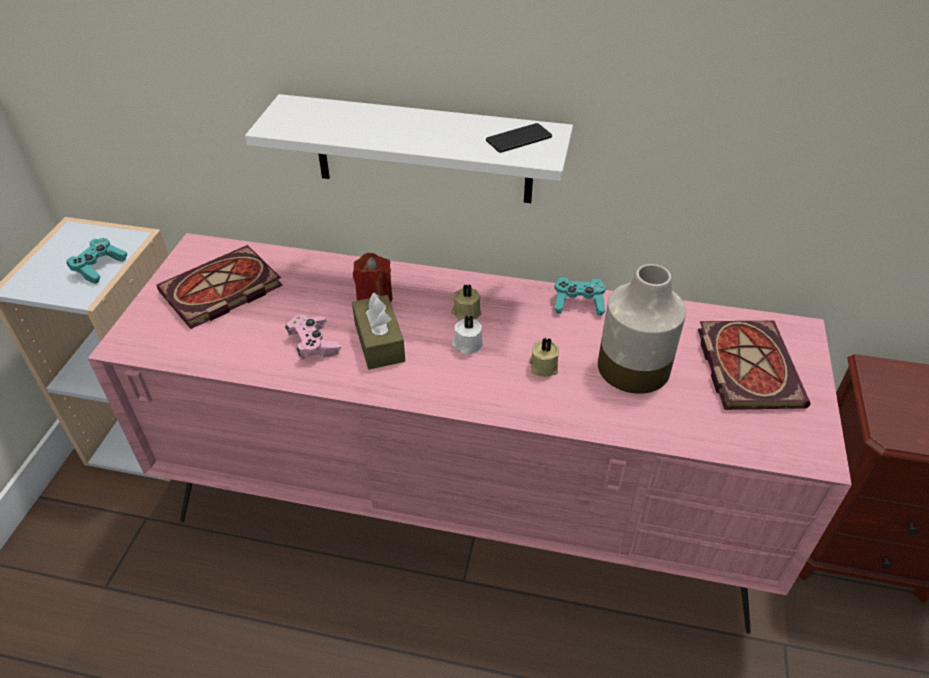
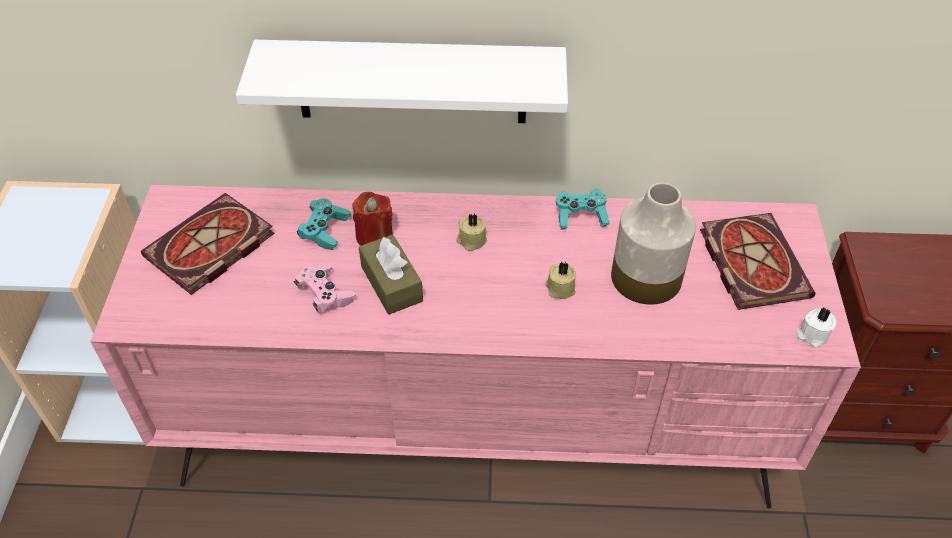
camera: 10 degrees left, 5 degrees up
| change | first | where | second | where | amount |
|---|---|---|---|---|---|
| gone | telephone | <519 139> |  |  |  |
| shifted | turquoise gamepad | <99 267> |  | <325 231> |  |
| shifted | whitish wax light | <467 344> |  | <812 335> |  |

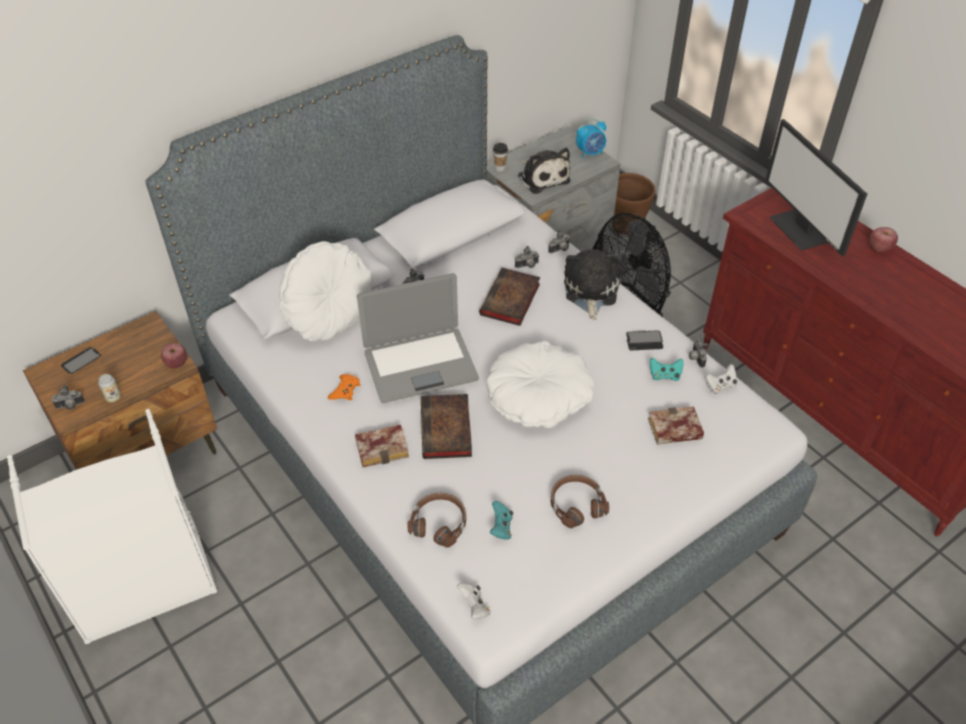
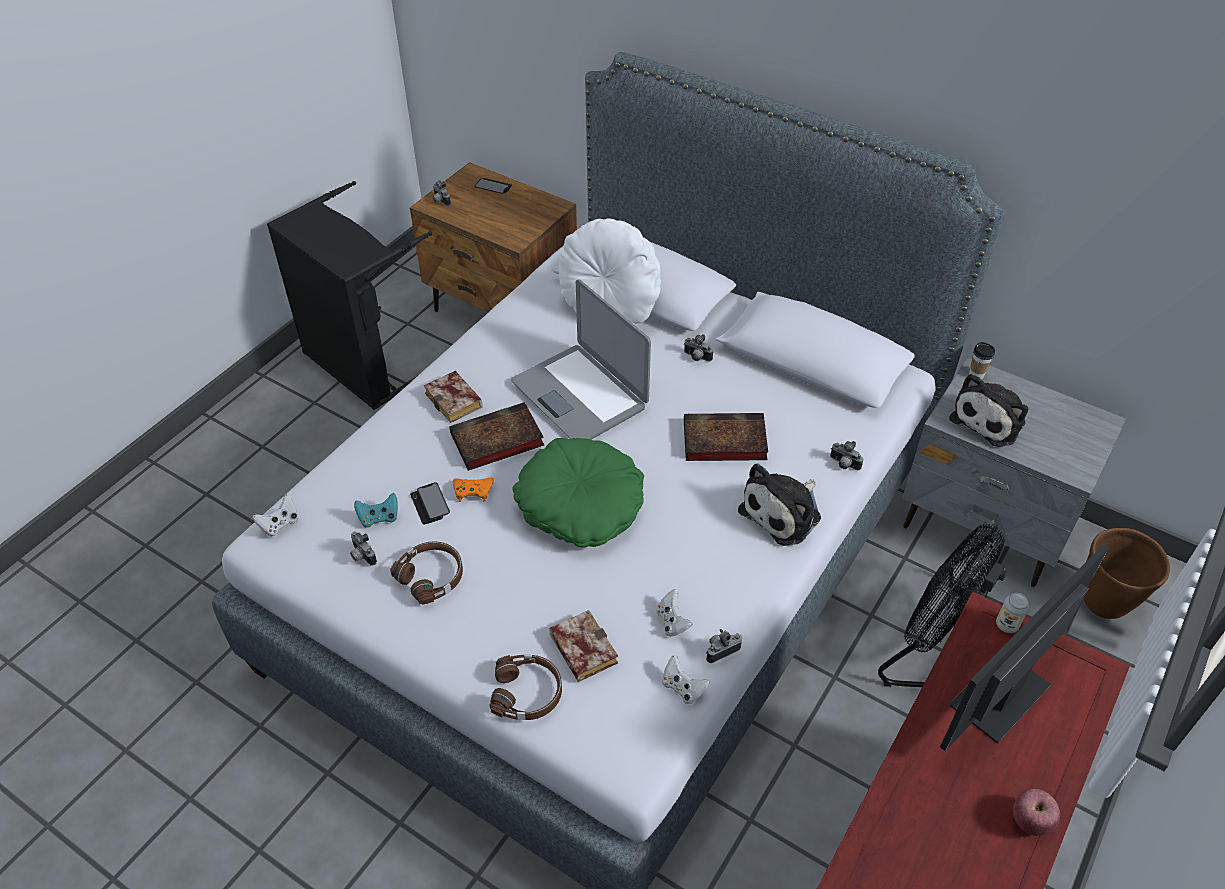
camera: 70 degrees right, 0 degrees up
| change | first | where | second | where | amount |
|---|---|---|---|---|---|
| gone | table clock | <590 153> |  |  |  |
| shifted | photo camera | <527 266> |  | <362 556> |  |
| rotated | plush toy | <590 292> |  | <783 512> | 150 degrees clockwise |
| shifted | telephone | <644 341> |  | <430 504> |  |
| repainted | whitish cushion | <537 394> | green cushion | <582 503> |  |
| gone | apple fruit | <177 363> |  |  |  |
| repainted | turquoise gamepad | <665 375> | whitish gamepad | <672 622> |  |
| shifted | sealed can | <113 397> |  | <1007 625> |  |
| shifted | orangey gamepad | <345 390> |  | <473 491> |  |
| repainted | whitish washing basket | <145 589> | black-coloured washing basket | <364 365> |  |
| shifted | brown pair of headphones | <439 523> |  | <528 693> |  |

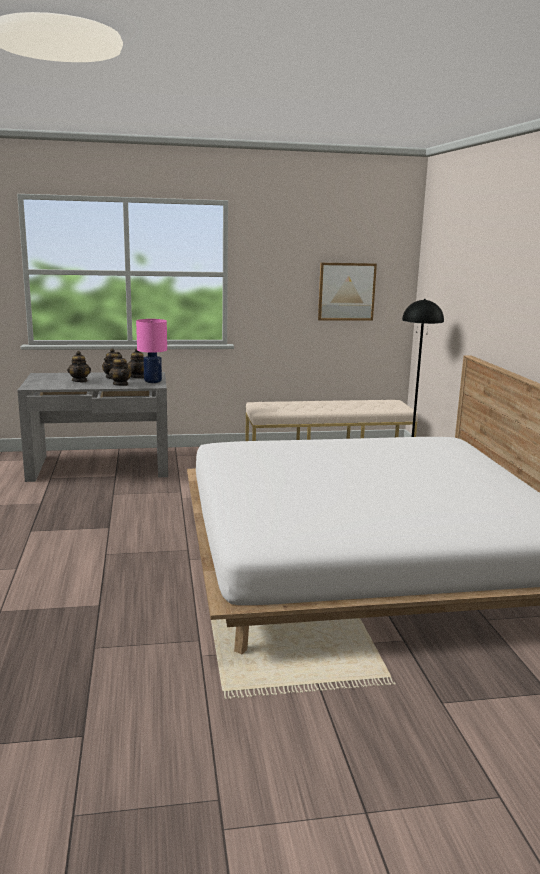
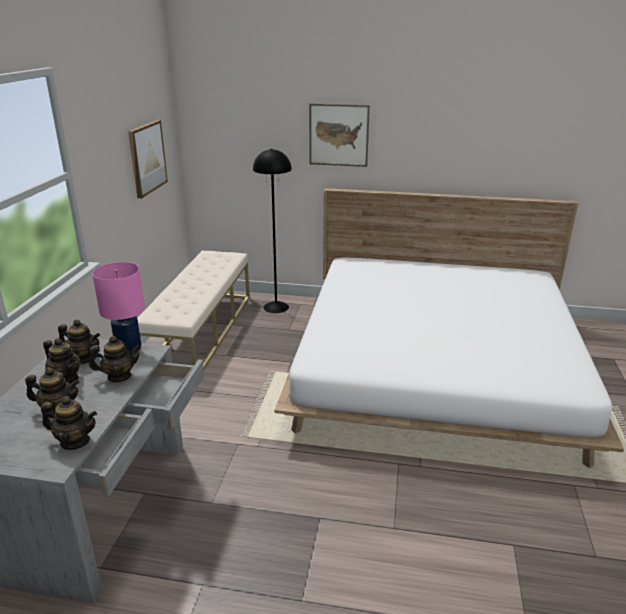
camera: 70 degrees left, 10 degrees up
| change | first | where | second | where | amount |
|---|---|---|---|---|---|
| new |  |  | picture | <338 135> |  |
| new |  |  | pot for tea | <75 441> |  |

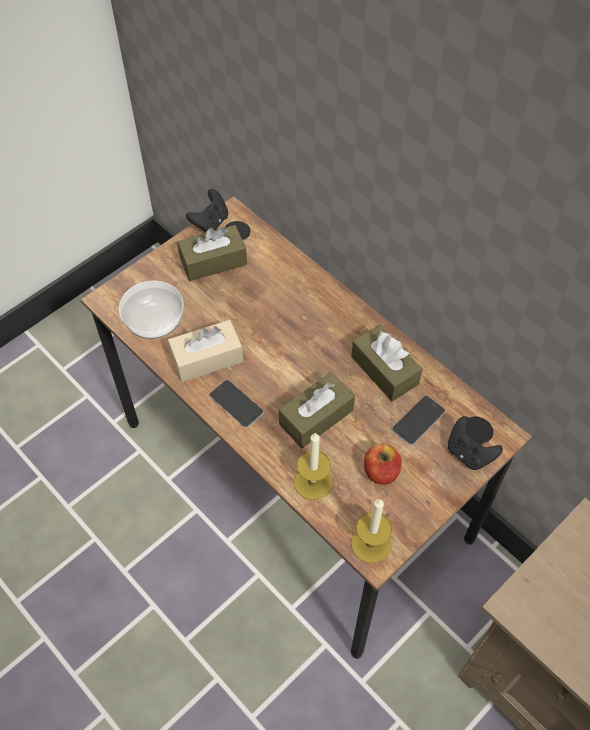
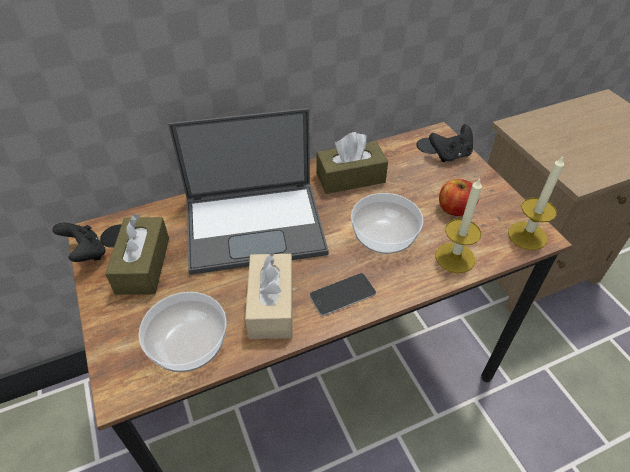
camera: 70 degrees left, 10 degrees down
| change | first | where | second | where | amount |
|---|---|---|---|---|---|
| swapped | brown tissue holder | <316 417> | deep dish | <383 236> |  |
| gone | telephone | <418 420> |  |  |  |
| new |  |  | laptop | <256 225> |  |

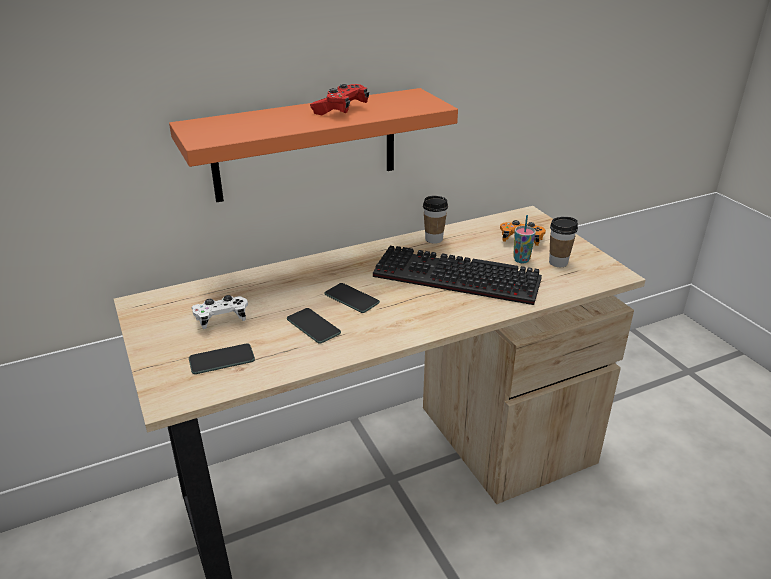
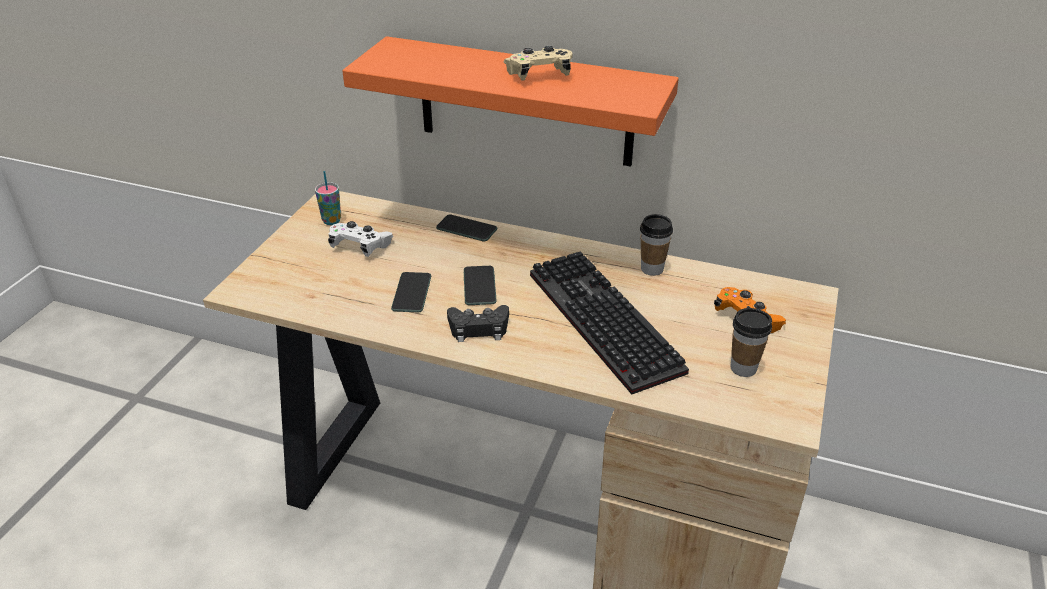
camera: 45 degrees right, 5 degrees up
| change | first | where | second | where | amount |
|---|---|---|---|---|---|
| repainted | red gamepad | <341 110> | sand-coloured gamepad | <539 75> |  |
| shifted | cup | <521 260> |  | <331 221> |  |
| shifted | telephone | <222 359> |  | <466 229> |  |
| new |  |  | black-coloured gamepad | <478 328> |  |

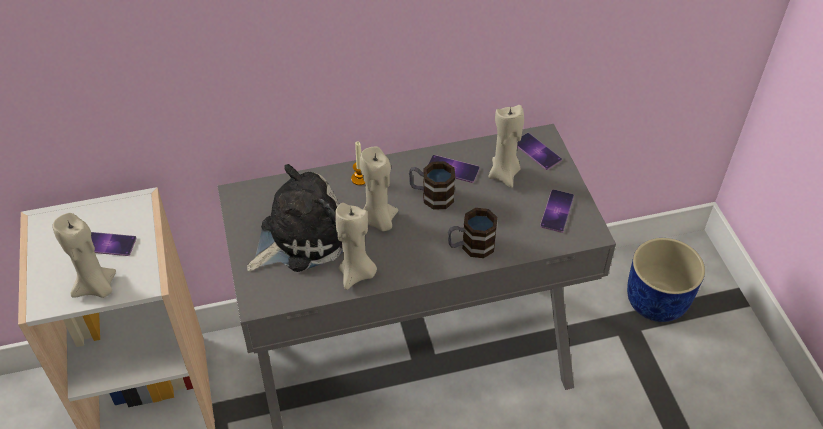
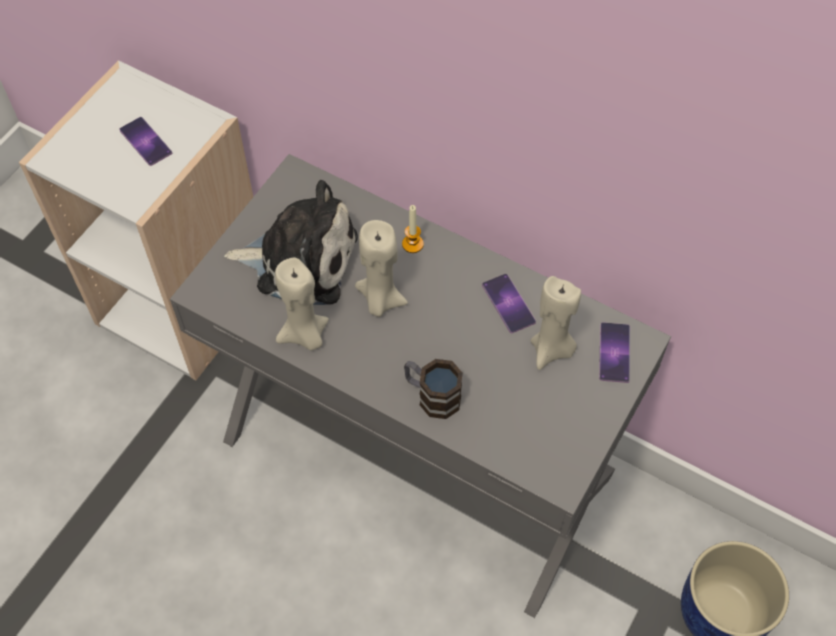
camera: 45 degrees right, 10 degrees up
| change | first | where | second | where | amount |
|---|---|---|---|---|---|
| gone | coffee mug | <431 196> |  |  |  |
| gone | telephone | <557 211> |  |  |  |
| gone | sand-coloured wax light | <97 288> |  |  |  |

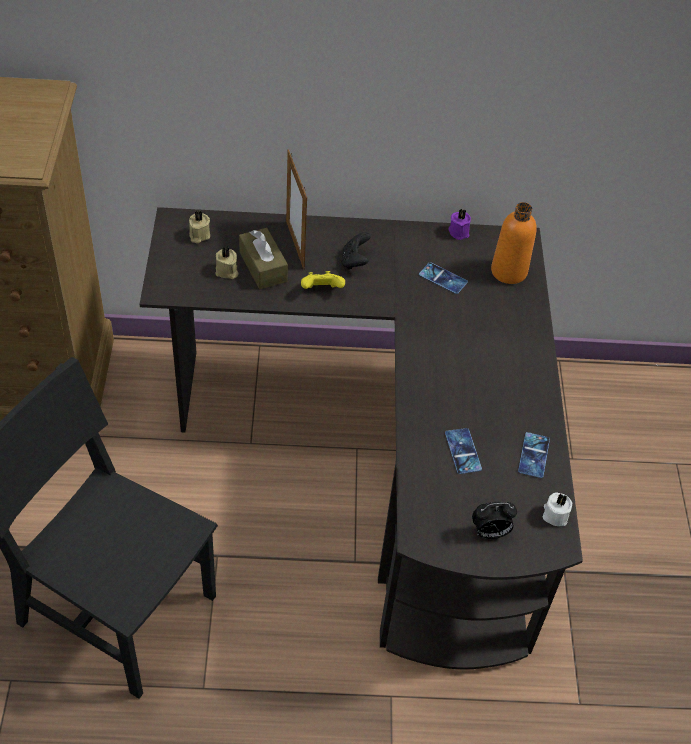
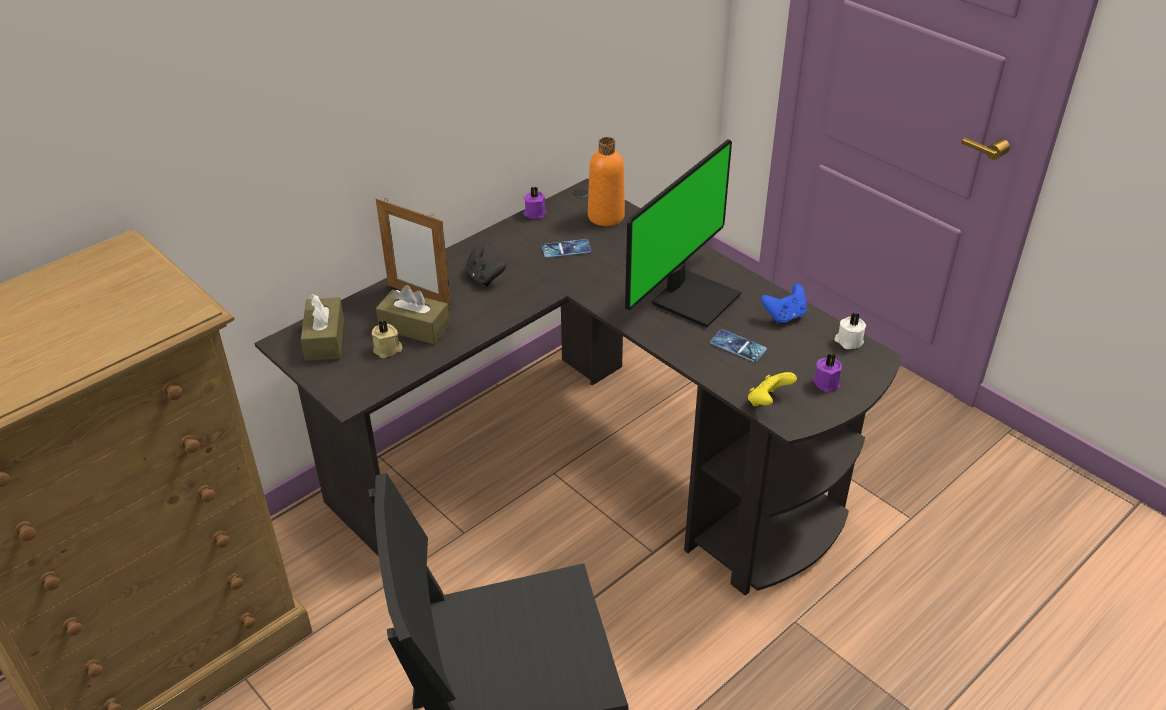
camera: 40 degrees left, 10 degrees down
| change | first | where | second | where | amount |
|---|---|---|---|---|---|
| swapped | sand-coloured wax light | <198 235> | brown tissue holder | <325 339> |  |
| shifted | yellowish gamepad | <321 291> |  | <768 401> |  |
| swapped | telephone | <533 455> | bluish gamepad | <784 316> |  |
| swapped | table clock | <490 532> | purple-coloured wax light | <827 382> |  |
| new |  |  | monitor | <693 297> |  |

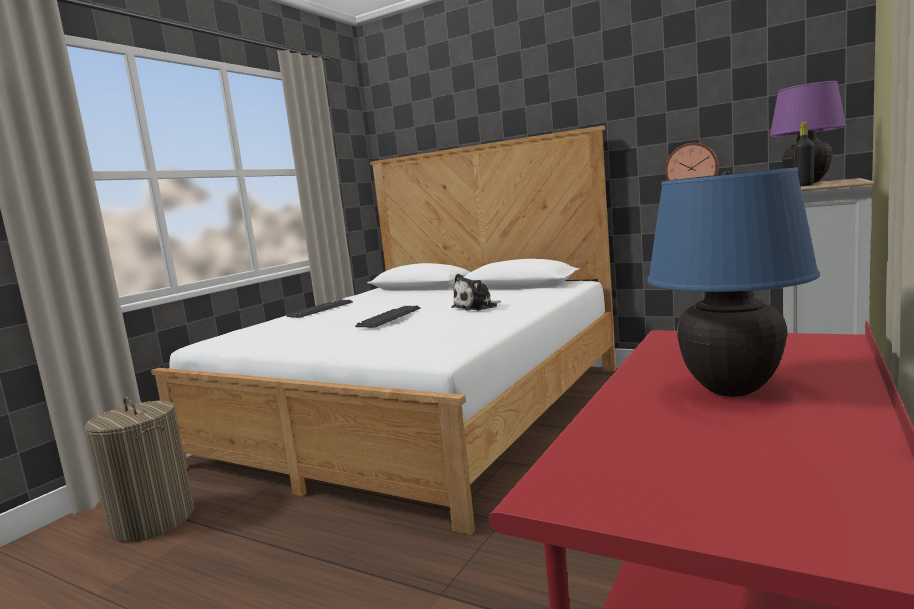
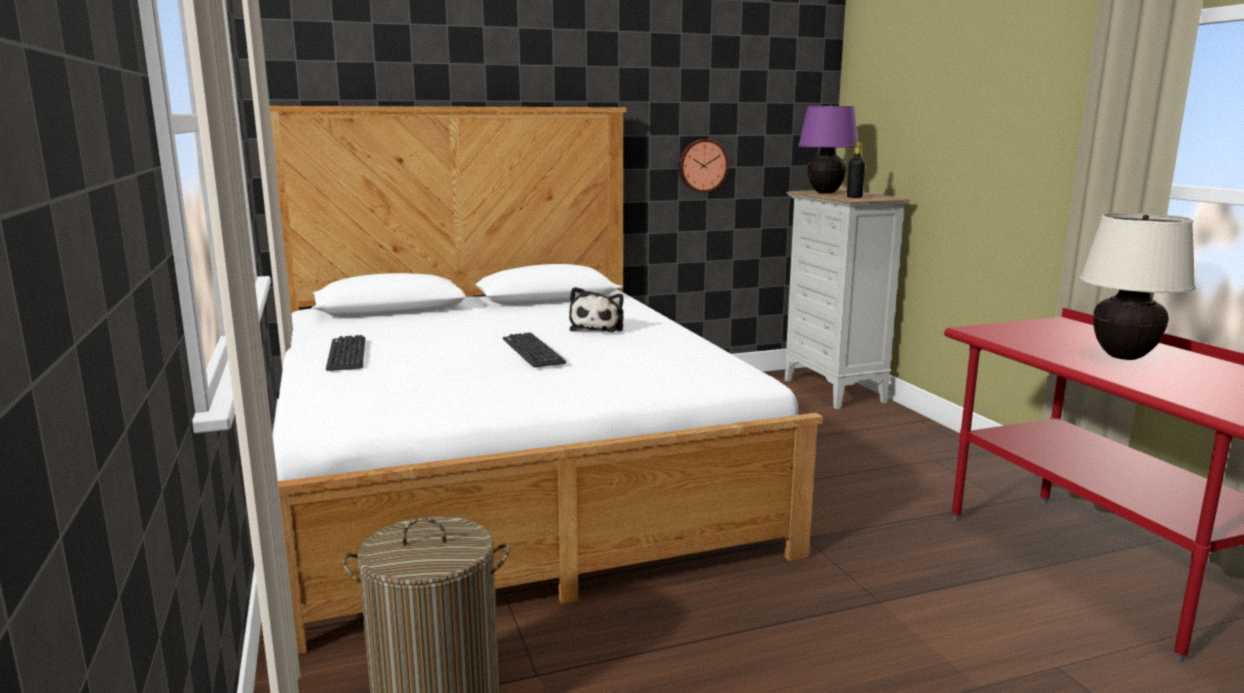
camera: 50 degrees left, 5 degrees up
| change | first | where | second | where | amount |
|---|---|---|---|---|---|
| repainted | bluish lamp for a table | <730 390> | sand-coloured lamp for a table | <1123 356> |  |

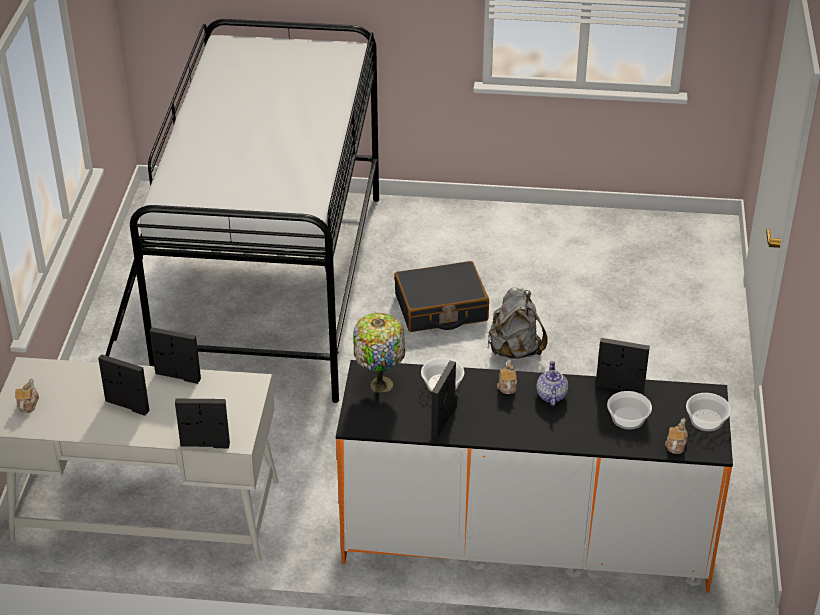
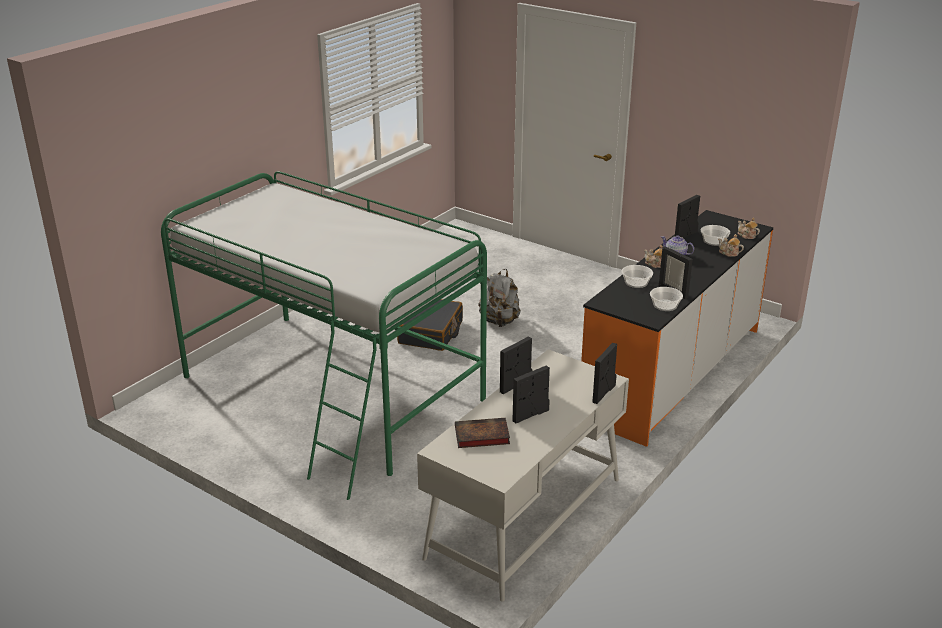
camera: 60 degrees left, 10 degrees down
| change | first | where | second | where | amount |
|---|---|---|---|---|---|
| repainted | black-coloured bedroom bed | <269 290> | green bedroom bed | <332 391> |  |
| gone | lamp for a table | <380 383> |  |  |  |
| shifted | pot for tea | <27 404> |  | <729 253> |  |
| shifted | deep dish | <706 420> |  | <665 305> |  |
| new |  |  | book | <480 436> |  |

